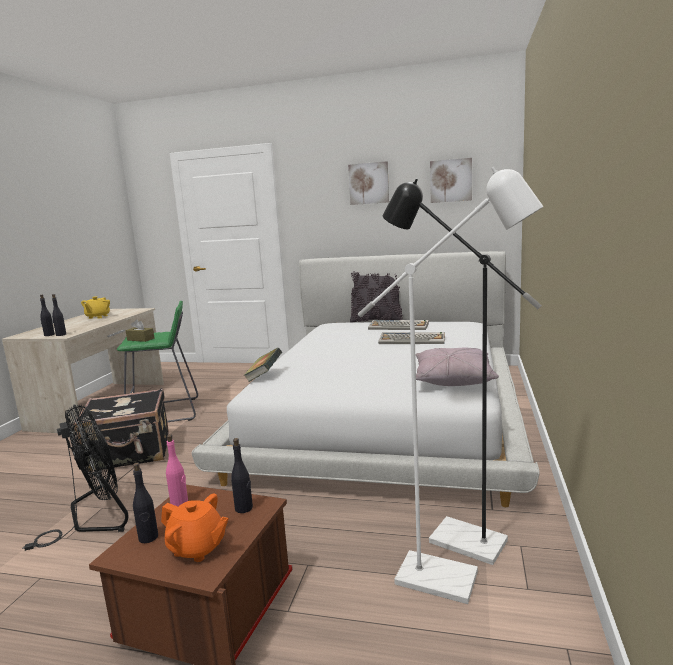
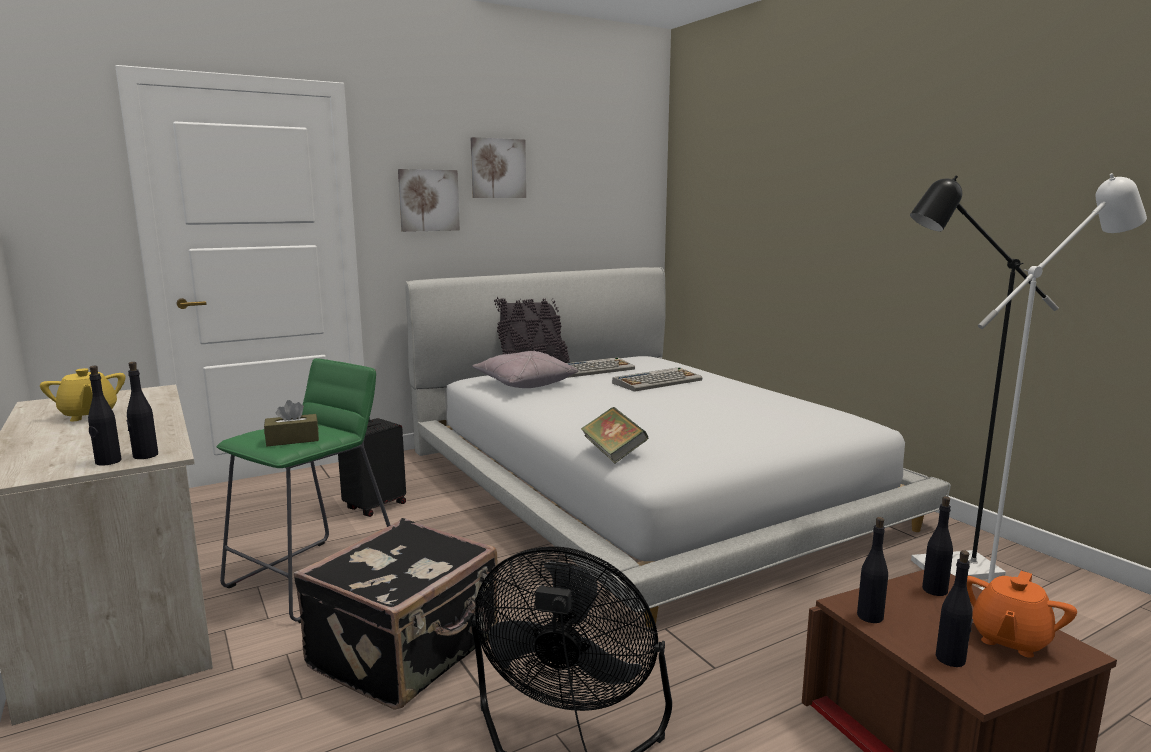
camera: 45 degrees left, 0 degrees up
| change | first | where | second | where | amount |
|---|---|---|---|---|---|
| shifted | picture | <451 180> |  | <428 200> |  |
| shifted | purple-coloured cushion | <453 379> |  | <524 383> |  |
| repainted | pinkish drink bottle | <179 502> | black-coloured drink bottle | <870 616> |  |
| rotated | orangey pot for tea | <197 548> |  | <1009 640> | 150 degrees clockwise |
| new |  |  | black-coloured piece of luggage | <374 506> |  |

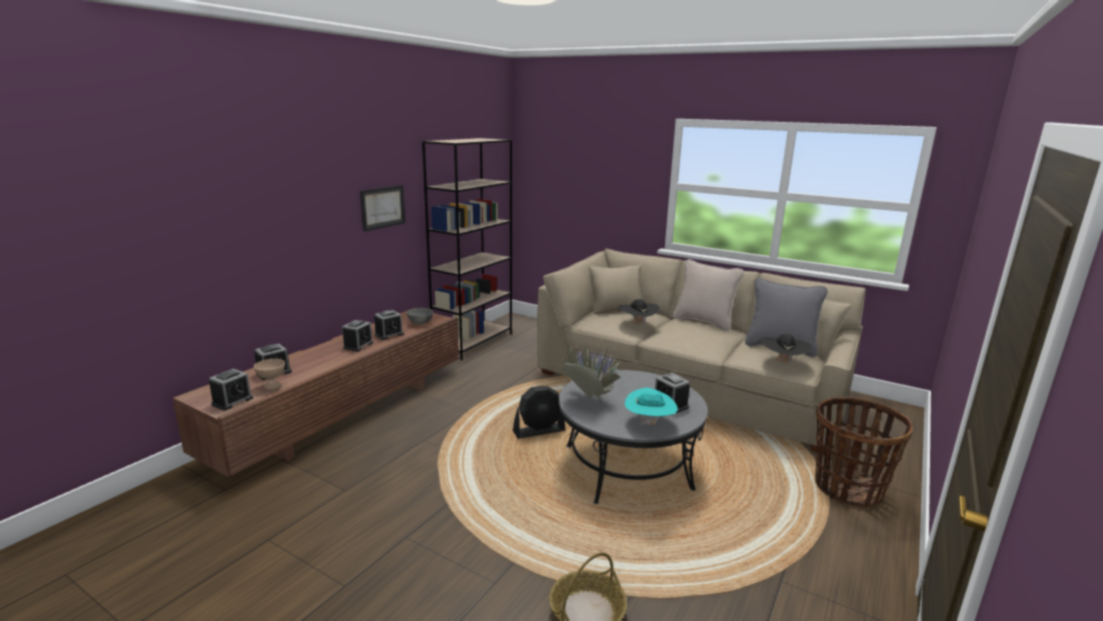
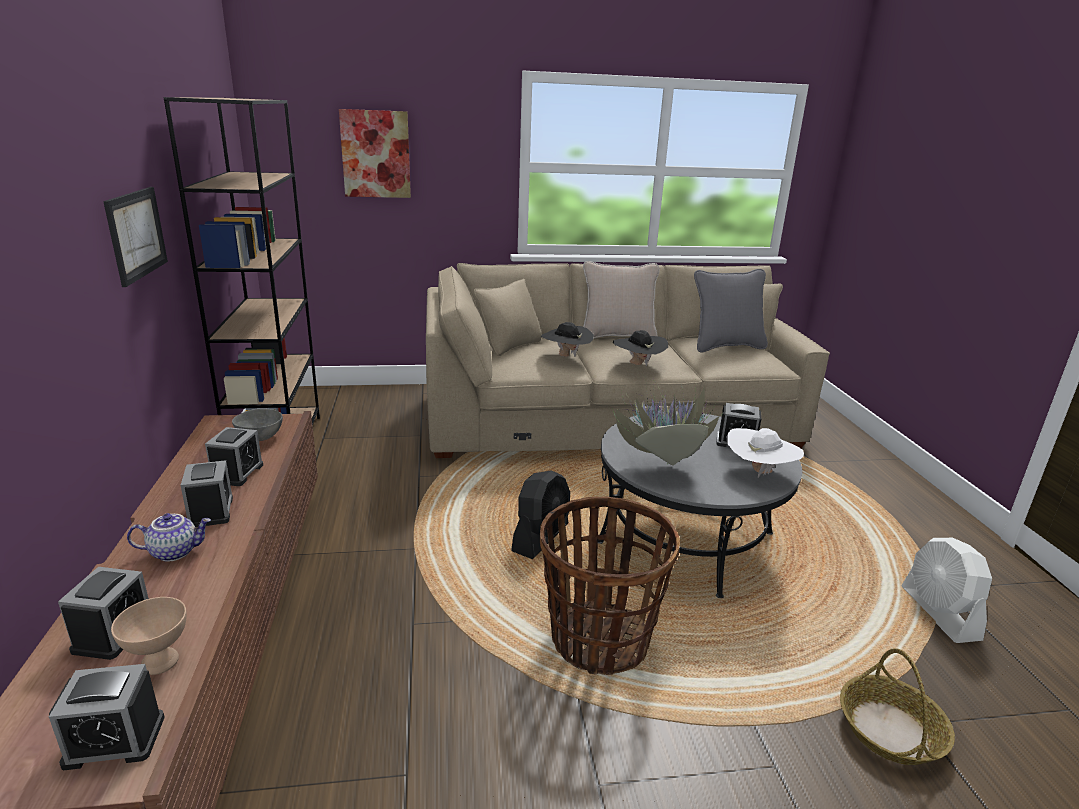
camera: 40 degrees left, 5 degrees up
| change | first | where | second | where | amount |
|---|---|---|---|---|---|
| shifted | black-coloured hat | <782 362> |  | <638 364> |  |
| rotated | table clock | <232 401> |  | <114 741> | 90 degrees clockwise |
| repainted | turquoise hat | <649 423> | whitish hat | <759 472> |  |
| shifted | household basket | <847 489> |  | <598 639> |  |
| new |  |  | picture | <376 154> |  |
| new |  |  | pot for tea | <175 551> |  |
| new |  |  | whitish cooling fan | <939 613> |  |

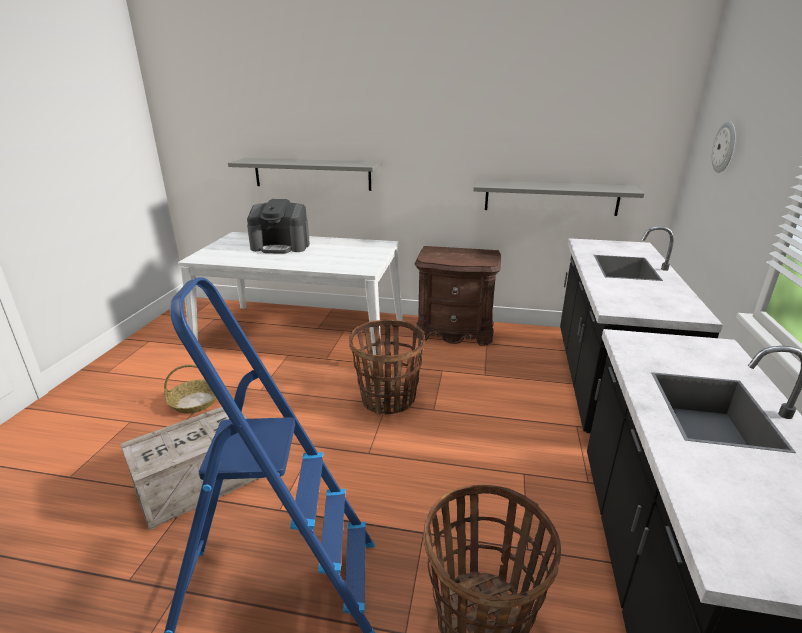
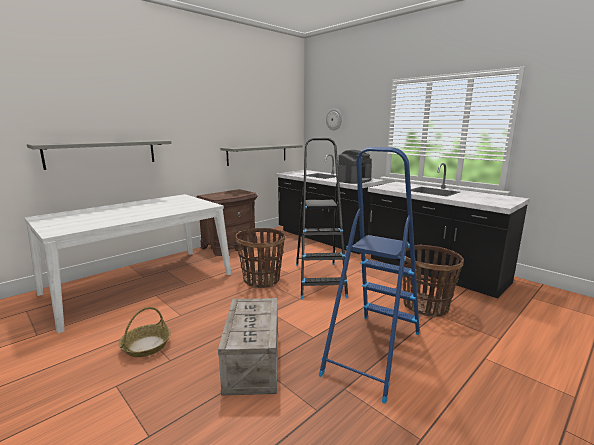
camera: 55 degrees left, 10 degrees down
| change | first | where | second | where | amount |
|---|---|---|---|---|---|
| shifted | coffee brewer | <281 246> |  | <354 180> |  |
| new |  |  | black-coloured stepladder | <319 279> |  |

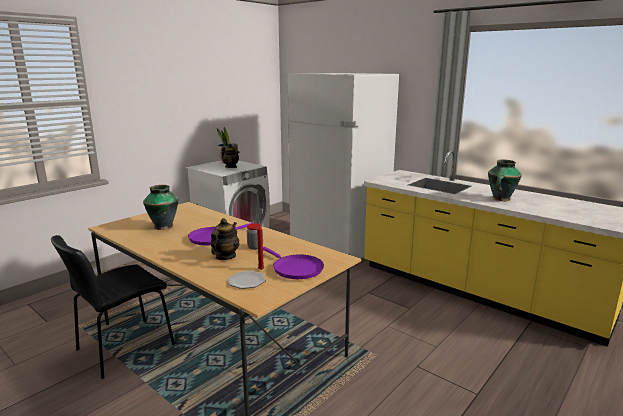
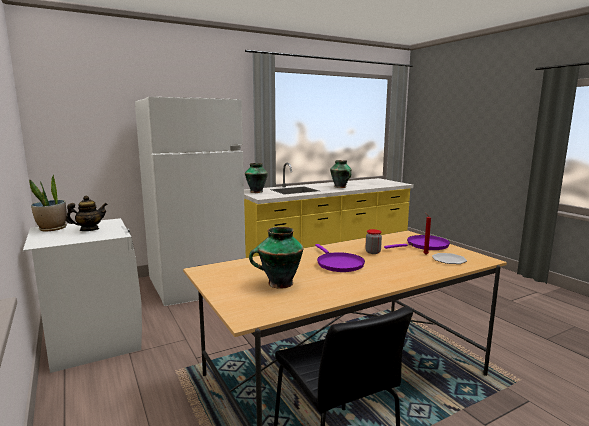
camera: 70 degrees left, 5 degrees down
| change | first | where | second | where | amount |
|---|---|---|---|---|---|
| gone | pot for tea | <225 256> |  |  |  |
| new |  |  | flower vase | <257 192> |  |

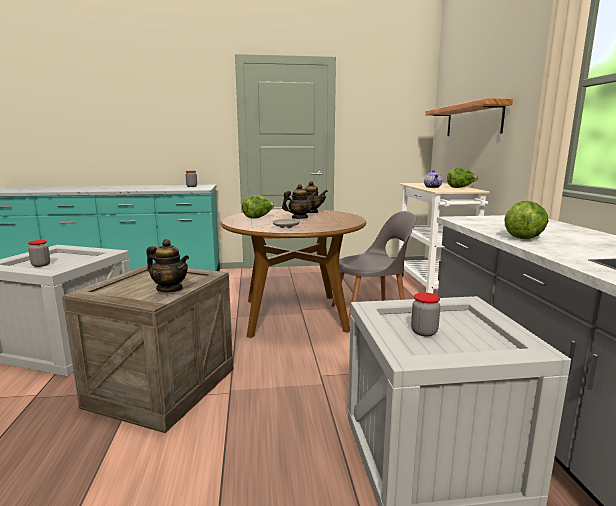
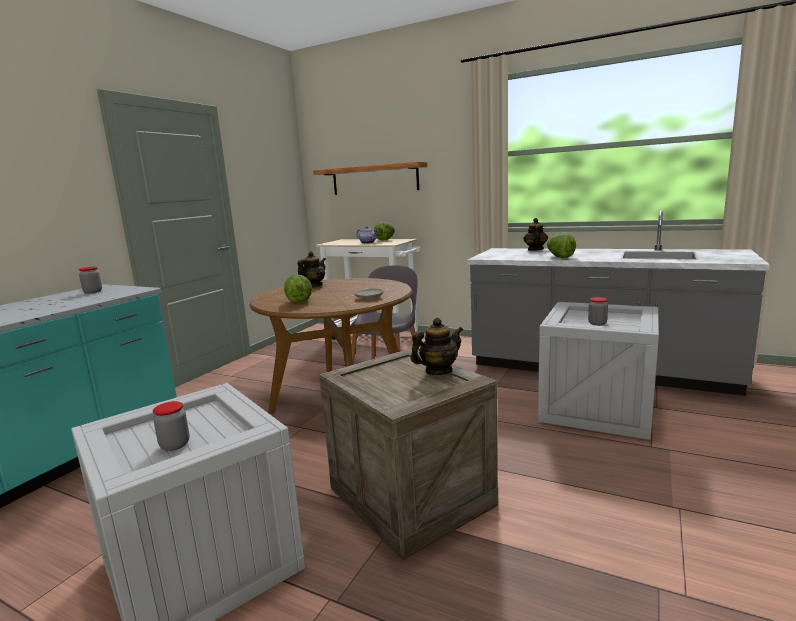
camera: 55 degrees left, 0 degrees up
| change | first | where | second | where | amount |
|---|---|---|---|---|---|
| shifted | pot for tea | <299 218> |  | <535 250> |  |

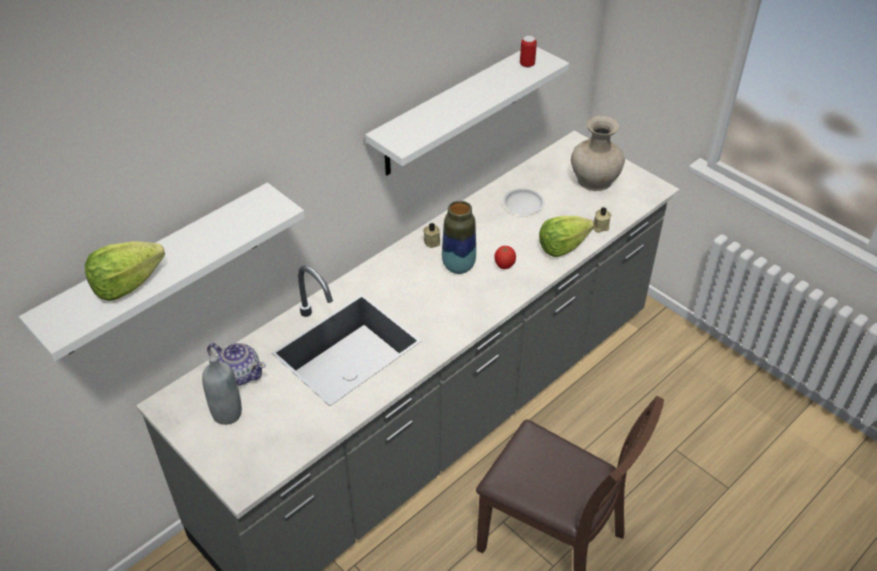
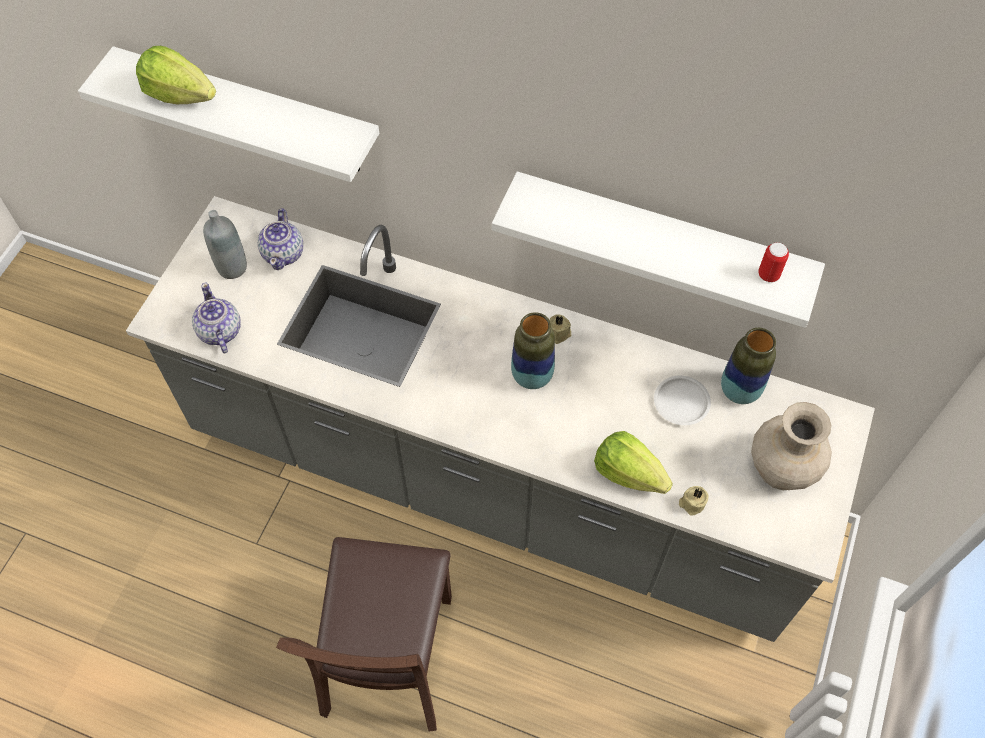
camera: 65 degrees right, 15 degrees up
| change | first | where | second | where | amount |
|---|---|---|---|---|---|
| gone | whole tomato | <504 266> |  |  |  |
| new |  |  | pot for tea | <219 332> |  |
| new |  |  | flower vase | <739 391> |  |

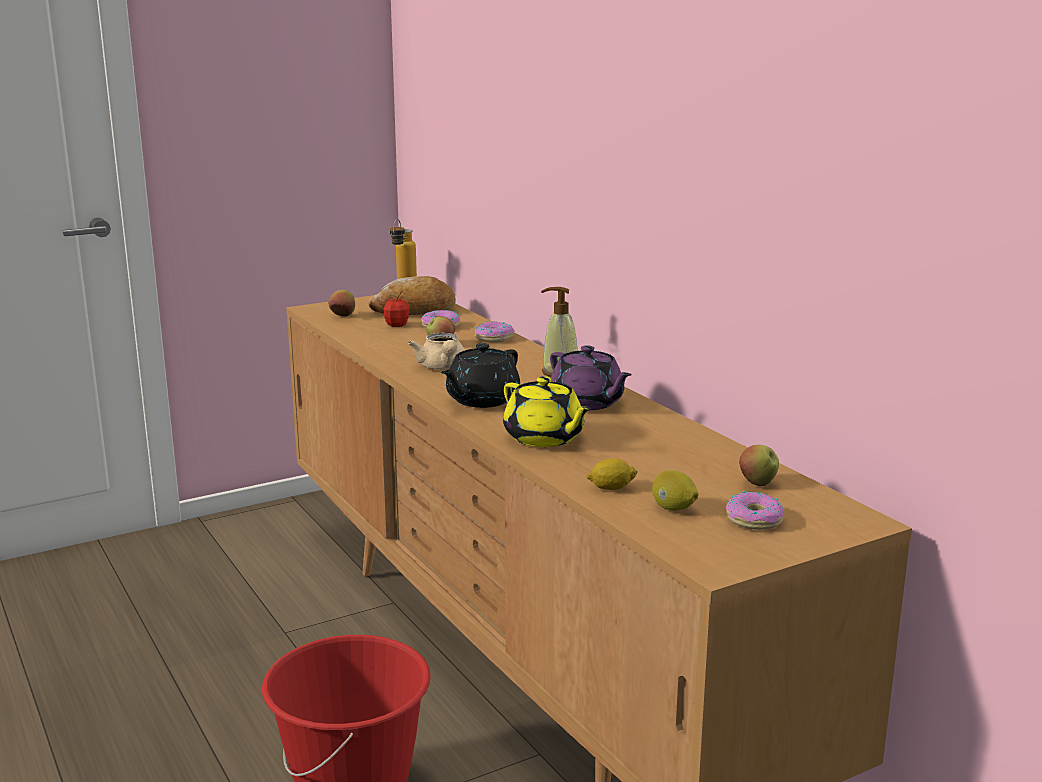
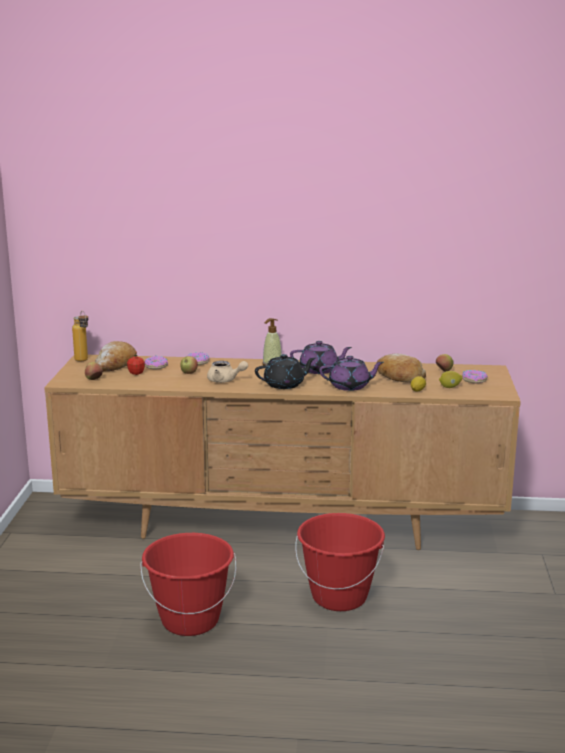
camera: 55 degrees left, 0 degrees up
| change | first | where | second | where | amount |
|---|---|---|---|---|---|
| rotated | black-coloured pot for tea | <481 400> |  | <285 384> | 90 degrees counterclockwise |
| repainted | yellowish pot for tea | <544 438> | purple-coloured pot for tea | <350 386> |  |
| new |  |  | bread | <399 376> |  |
| new |  |  | red bucket | <190 620> |  |

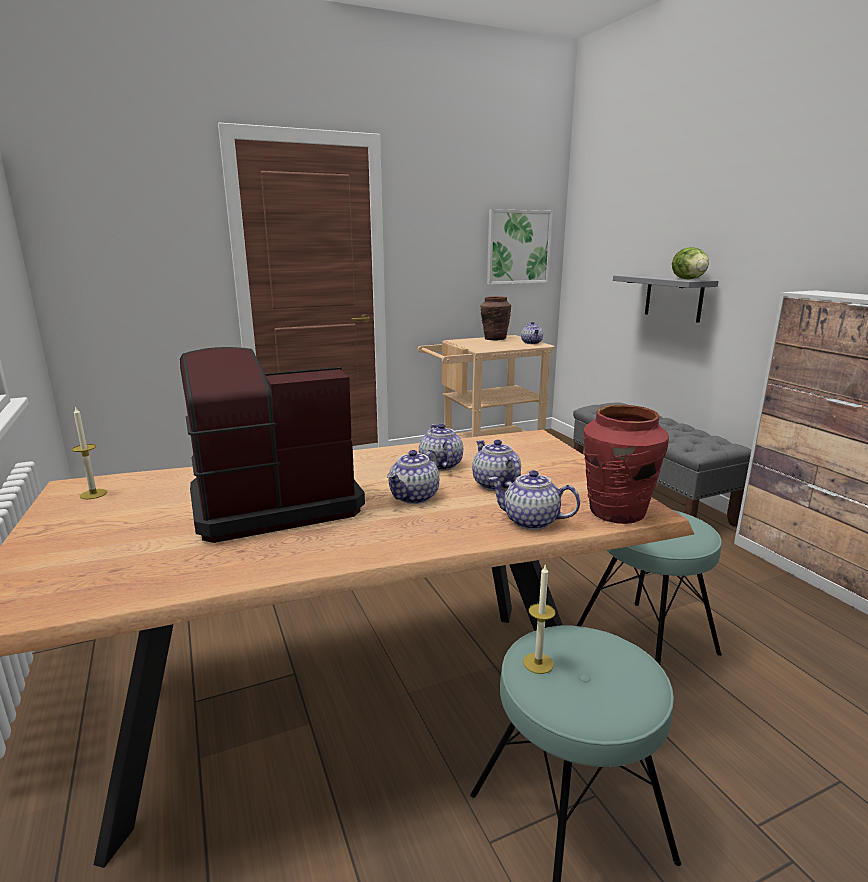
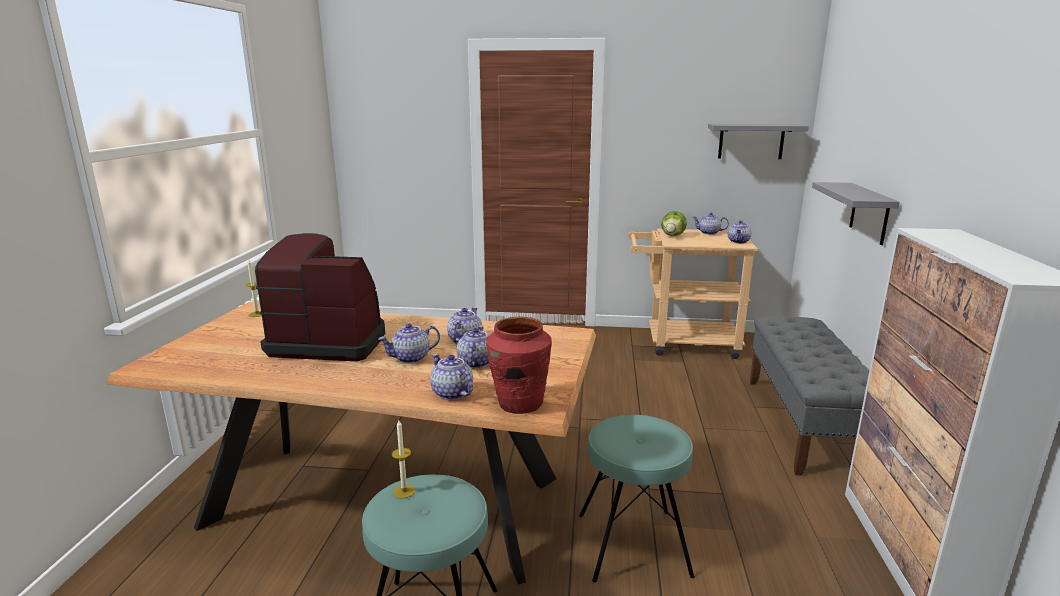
camera: 30 degrees right, 0 degrees up
| change | first | where | second | where | amount |
|---|---|---|---|---|---|
| swapped | picture | <518 247> | grey bracket shelf | <751 141> |  |
| shifted | lettuce | <689 279> |  | <673 236> |  |
| swapped | brown flower vase | <494 339> | pot for tea | <708 233> |  |

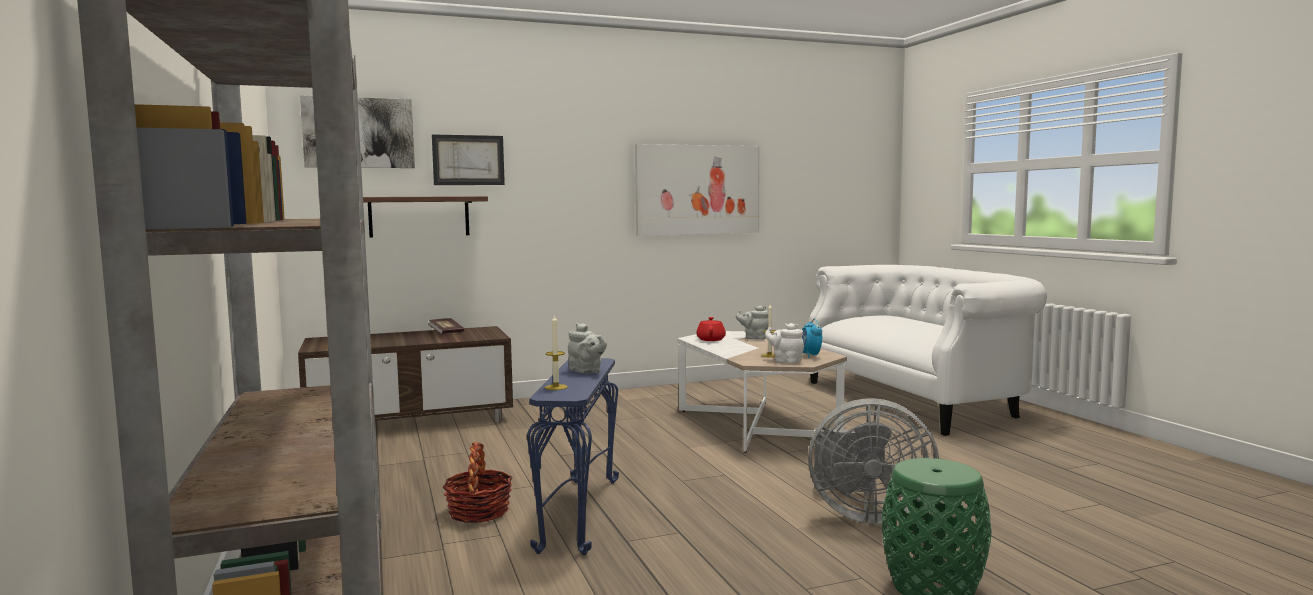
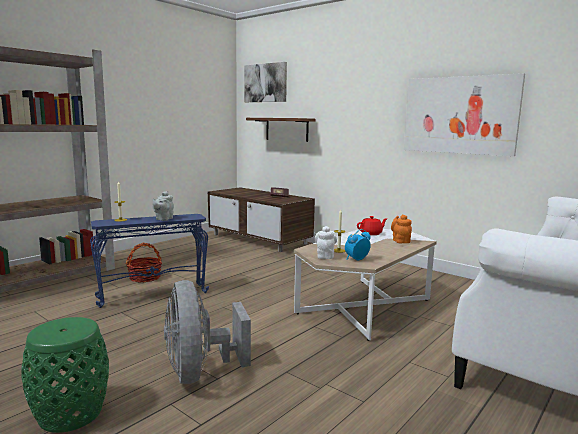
camera: 60 degrees right, 5 degrees up
| change | first | where | second | where | amount |
|---|---|---|---|---|---|
| gone | picture | <468 160> |  |  |  |
| repainted | grey pot for tea | <754 338> | orangey pot for tea | <400 241> |  |

